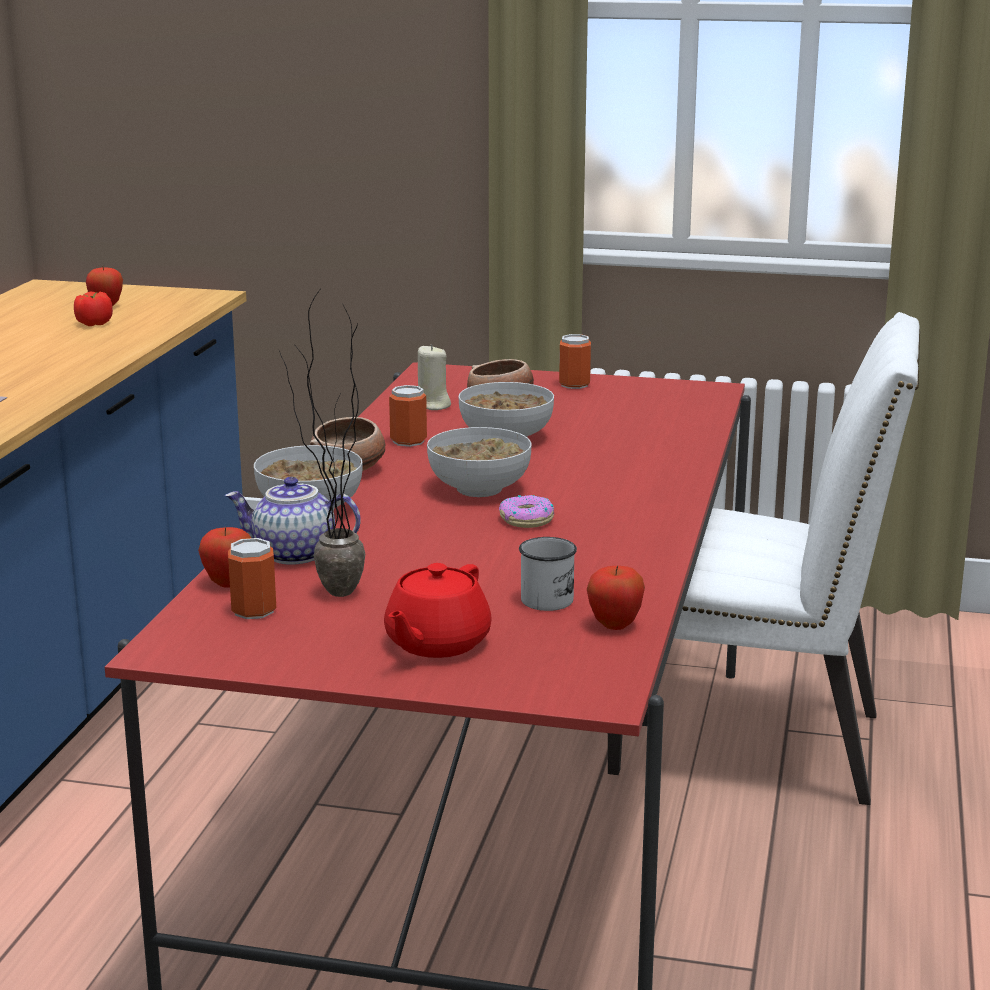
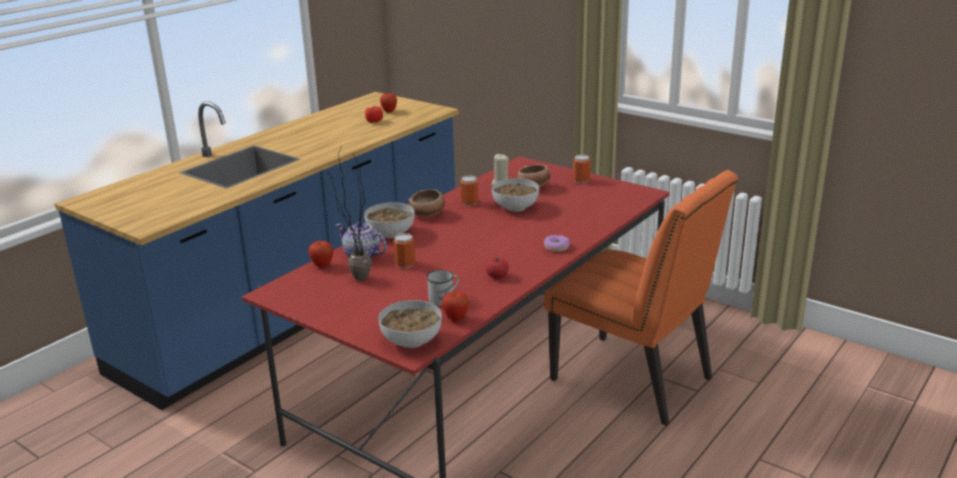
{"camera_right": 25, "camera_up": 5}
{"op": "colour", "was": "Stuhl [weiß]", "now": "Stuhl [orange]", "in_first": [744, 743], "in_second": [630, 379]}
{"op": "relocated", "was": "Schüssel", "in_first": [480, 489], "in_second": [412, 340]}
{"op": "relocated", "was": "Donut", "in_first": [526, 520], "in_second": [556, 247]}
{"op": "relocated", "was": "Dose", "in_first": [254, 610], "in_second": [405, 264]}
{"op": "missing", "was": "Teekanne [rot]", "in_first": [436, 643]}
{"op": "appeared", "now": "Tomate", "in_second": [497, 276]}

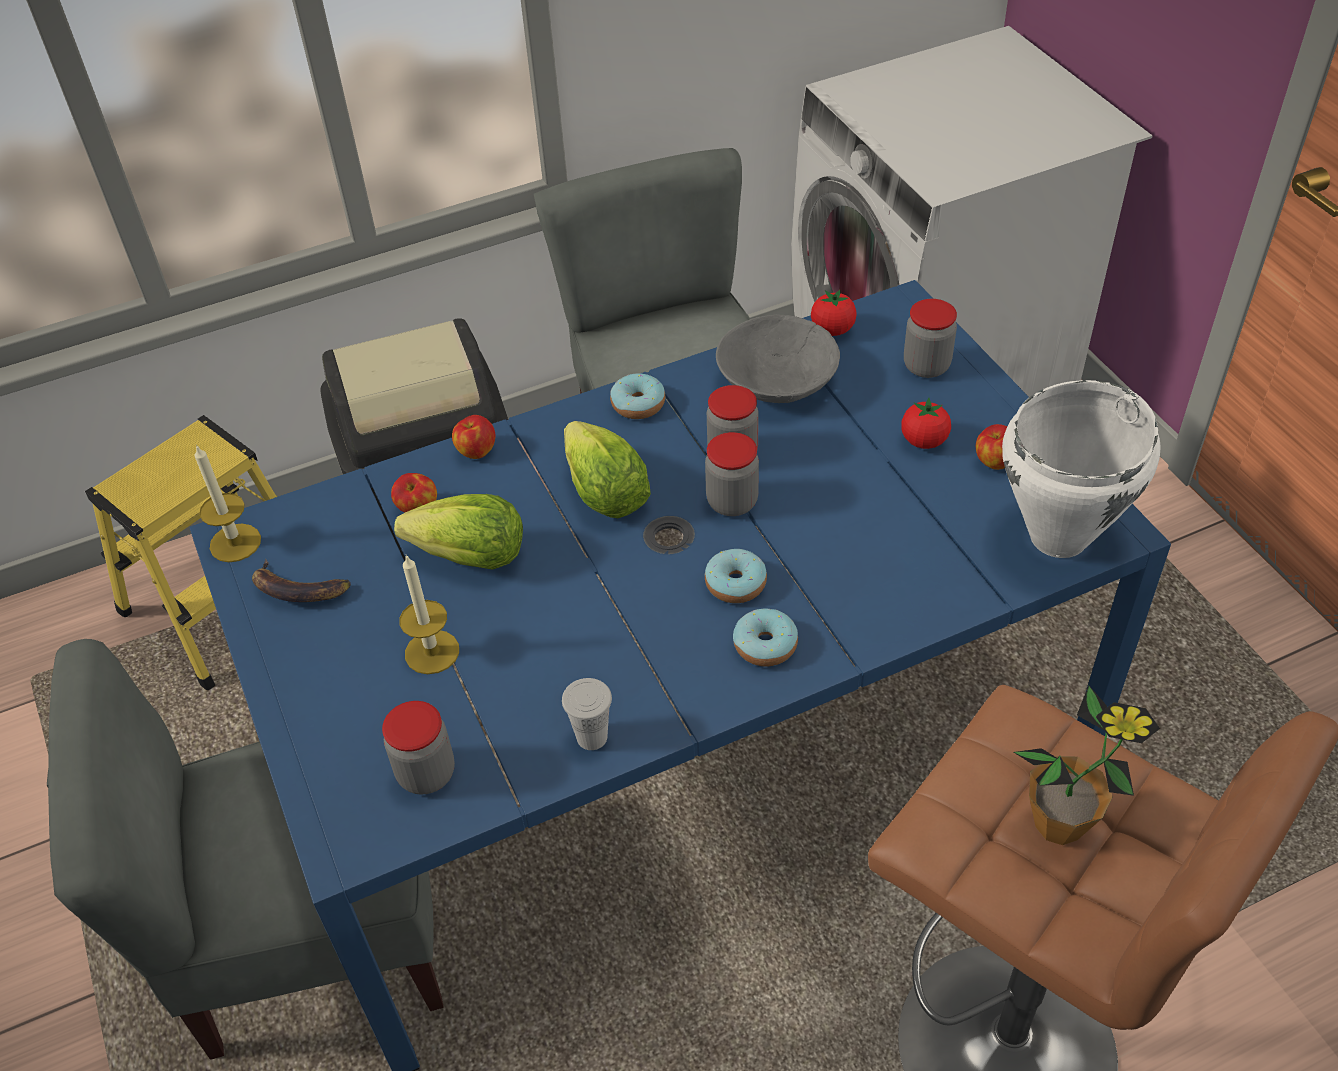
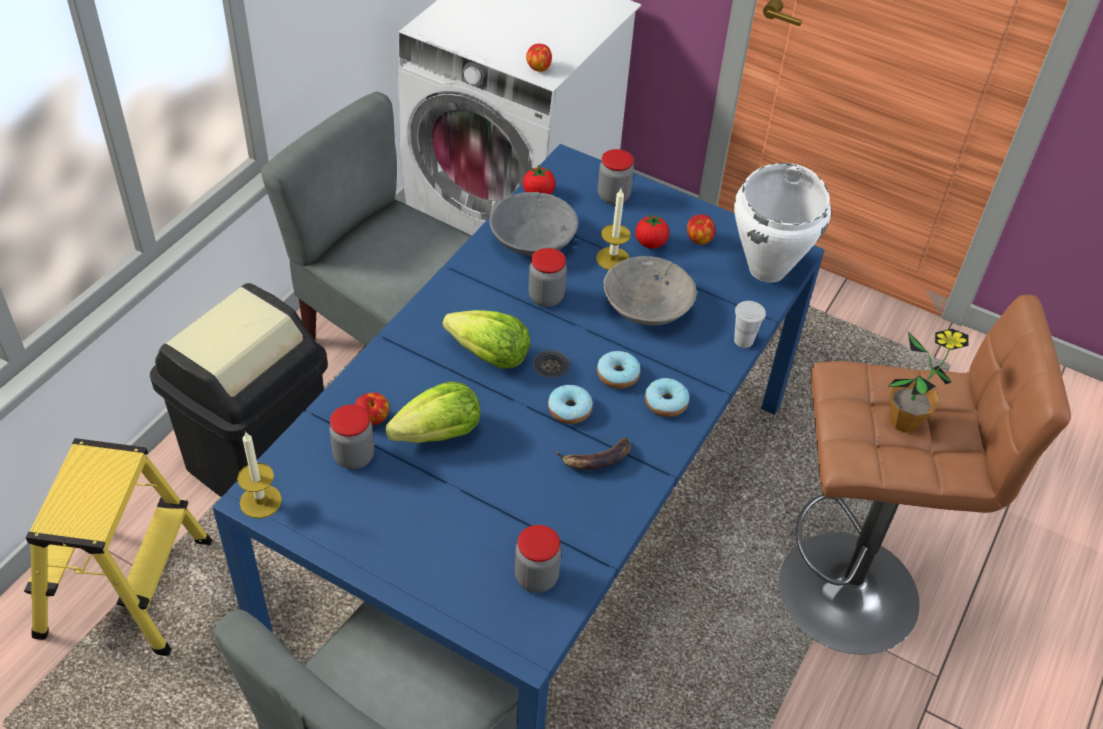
{"camera_right": -40, "camera_up": 0}
{"op": "relocated", "was": "Donut", "in_first": [638, 404], "in_second": [569, 410]}
{"op": "relocated", "was": "Apfel", "in_first": [476, 451], "in_second": [538, 68]}
{"op": "relocated", "was": "Vorratsglas", "in_first": [732, 502], "in_second": [354, 456]}
{"op": "relocated", "was": "Kerze", "in_first": [432, 652], "in_second": [613, 259]}
{"op": "relocated", "was": "Banane", "in_first": [298, 589], "in_second": [595, 459]}
{"op": "relocated", "was": "Tasse [weiß]", "in_first": [592, 737], "in_second": [743, 341]}
{"op": "appeared", "now": "Schüssel [grau]", "in_second": [648, 307]}

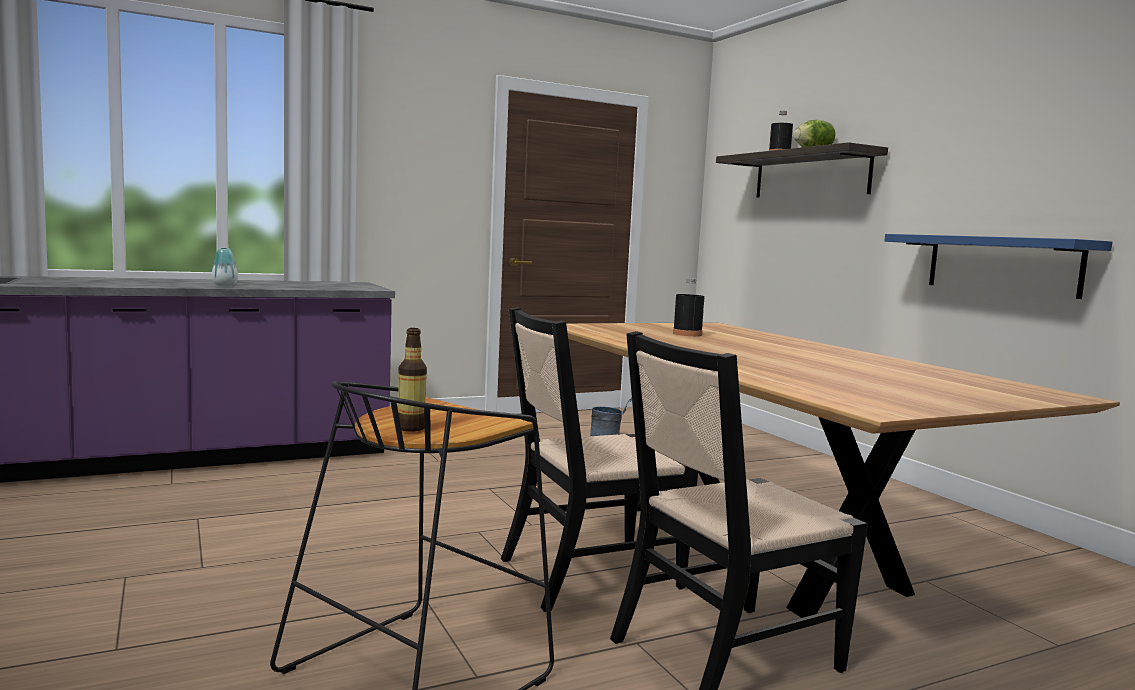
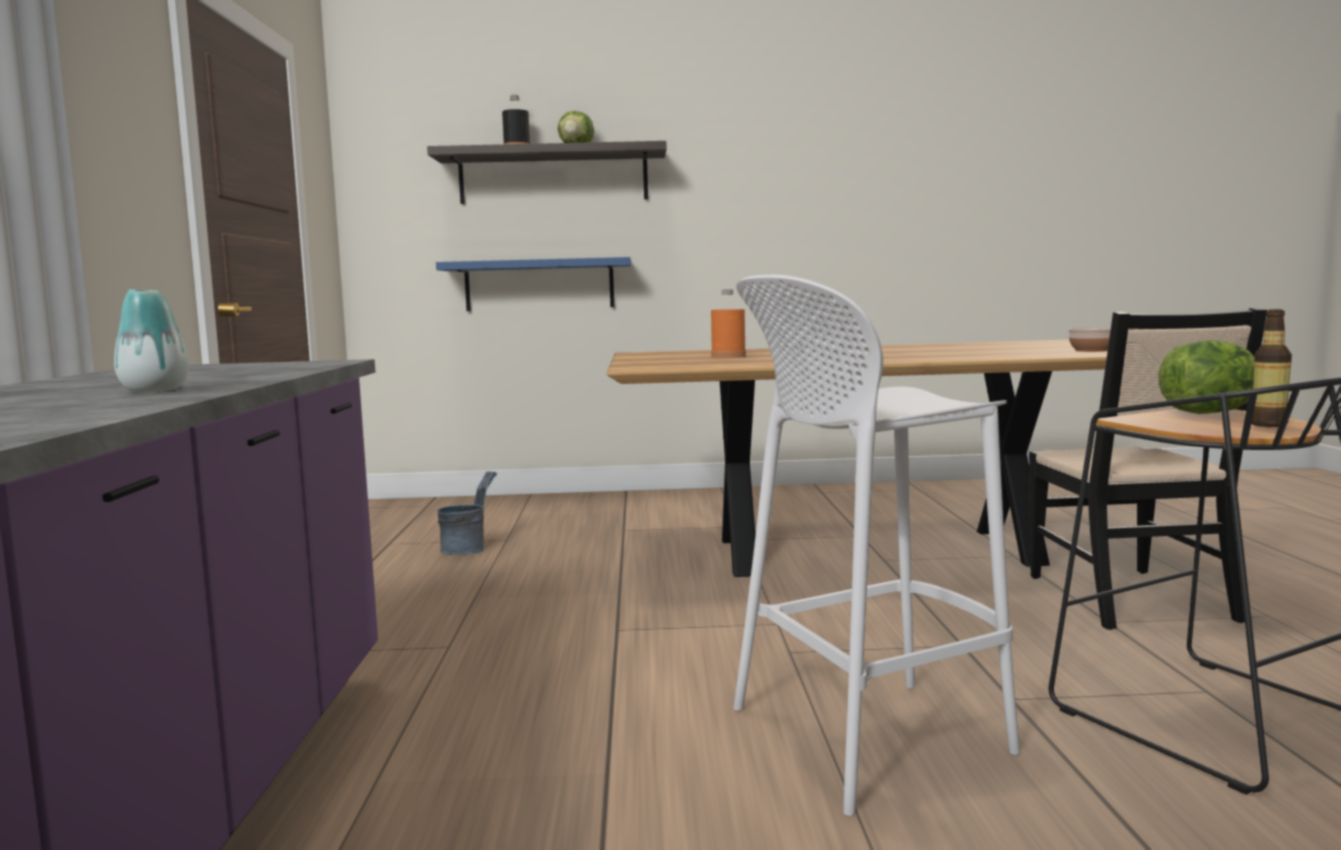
{"camera_right": -65, "camera_up": 0}
{"op": "relocated", "was": "Wandregal [blau]", "in_first": [1002, 265], "in_second": [539, 285]}
{"op": "colour", "was": "Flasche [schwarz]", "now": "Flasche [orange]", "in_first": [687, 334], "in_second": [728, 356]}
{"op": "missing", "was": "Stuhl", "in_first": [590, 574]}
{"op": "appeared", "now": "Hocker [weiß]", "in_second": [868, 737]}
{"op": "appeared", "now": "Schüssel", "in_second": [1092, 350]}
{"op": "appeared", "now": "Salatkopf", "in_second": [1210, 413]}

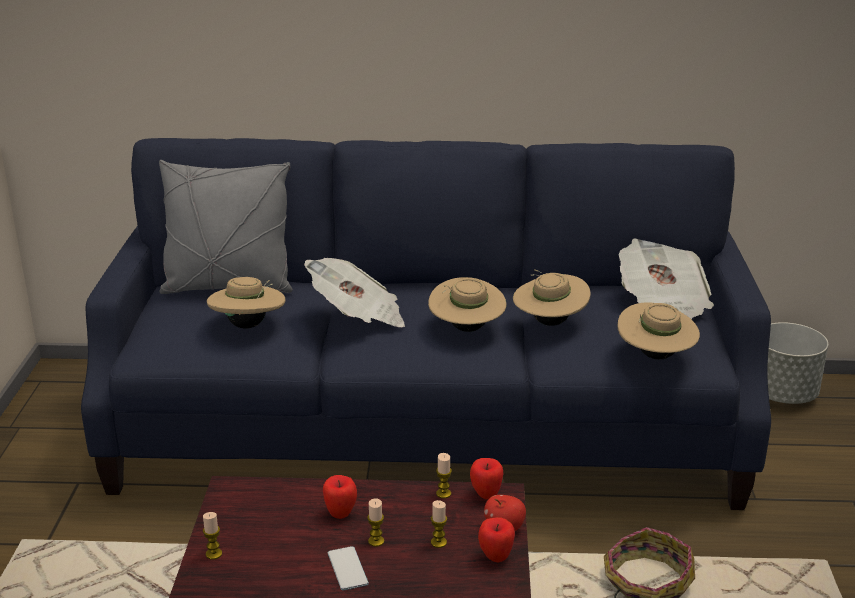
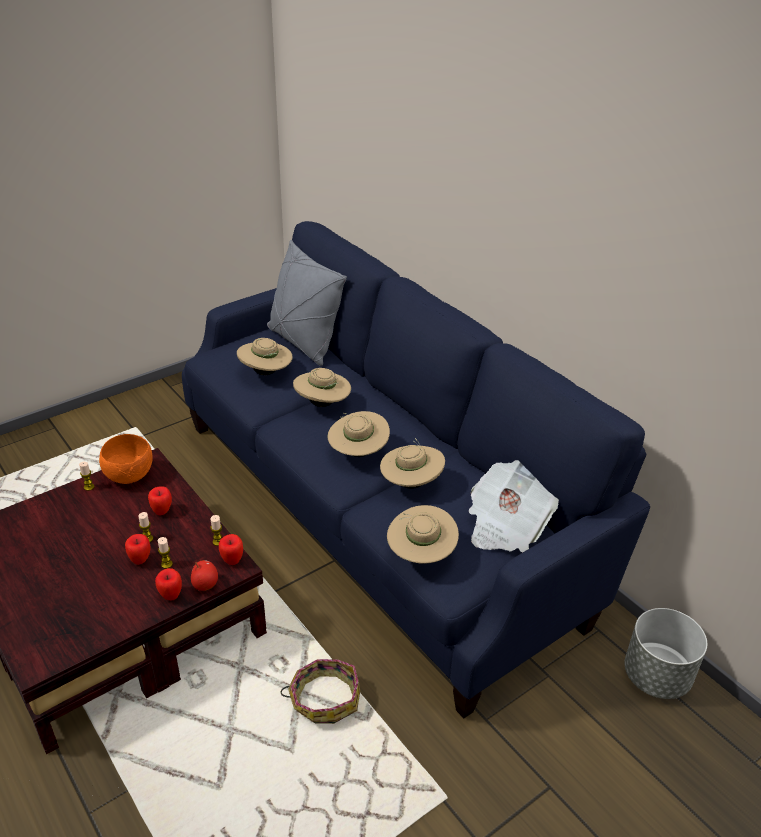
{"camera_right": 50, "camera_up": 10}
{"op": "exchanged", "was": "Zeitung", "now": "Hut [beige]", "in_first": [358, 317], "in_second": [322, 404]}
{"op": "missing", "was": "Handy", "in_first": [347, 568]}
{"op": "appeared", "now": "Schüssel [orange]", "in_second": [130, 475]}
{"op": "appeared", "now": "Apfel", "in_second": [140, 560]}

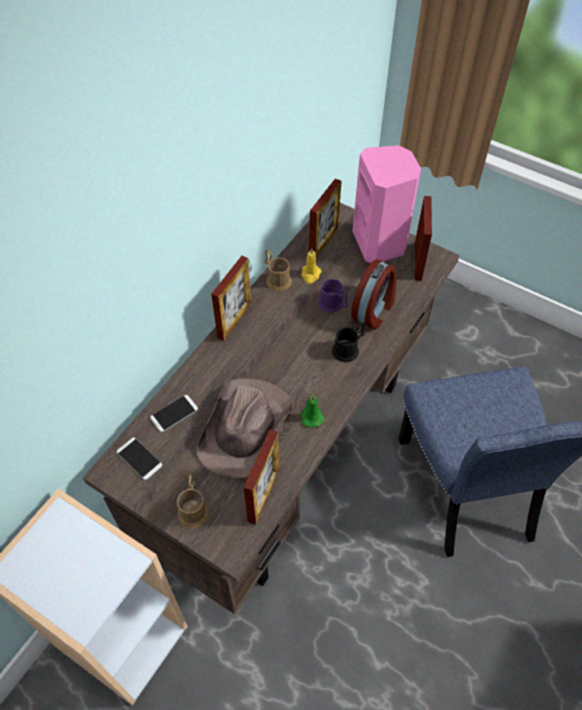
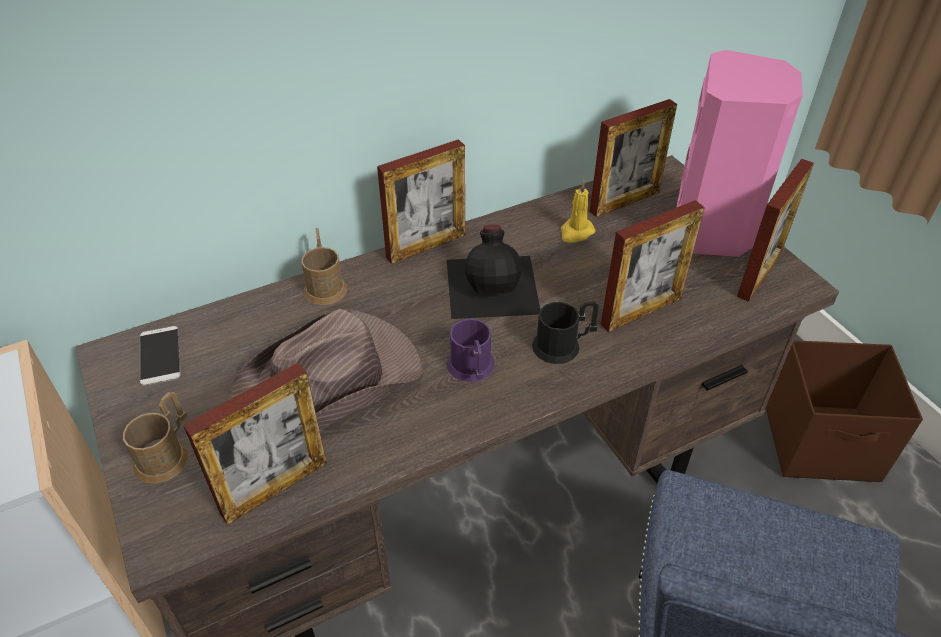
{"camera_right": 30, "camera_up": -10}
{"op": "relocated", "was": "Henkelbecher [braun]", "in_first": [276, 278], "in_second": [325, 284]}
{"op": "exchanged", "was": "Wecker", "now": "Bilderrahmen", "in_first": [374, 310], "in_second": [641, 311]}
{"op": "relocated", "was": "Henkelbecher [lila]", "in_first": [333, 304], "in_second": [472, 369]}
{"op": "missing", "was": "Kerze [grün]", "in_first": [311, 416]}
{"op": "missing", "was": "Handy", "in_first": [174, 413]}
{"op": "appeared", "now": "Flasche [schwarz]", "in_second": [493, 284]}
{"op": "appeared", "now": "Aufbewahrungsbox [braun]", "in_second": [822, 443]}

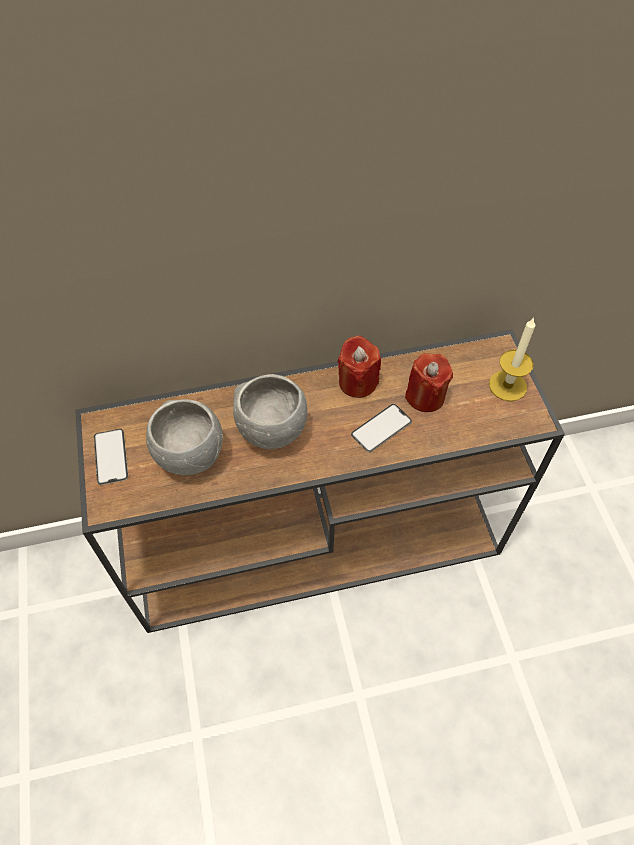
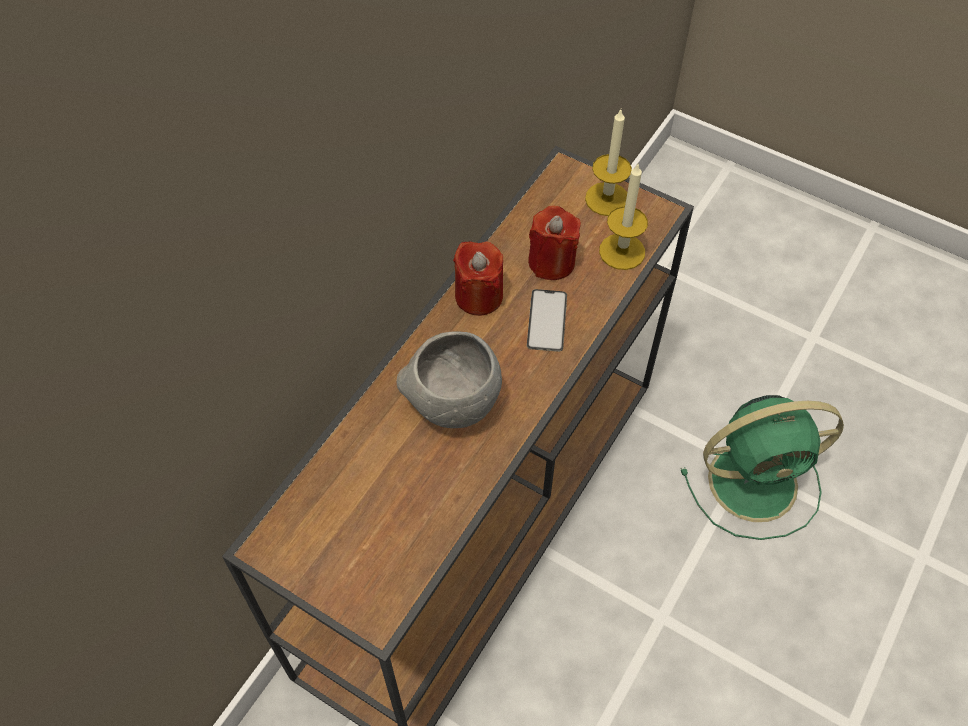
{"camera_right": -45, "camera_up": 0}
{"op": "missing", "was": "Schüssel [grau]", "in_first": [190, 456]}
{"op": "missing", "was": "Handy", "in_first": [111, 456]}
{"op": "appeared", "now": "Kerze", "in_second": [622, 251]}
{"op": "appeared", "now": "Ventilator [grün]", "in_second": [756, 481]}

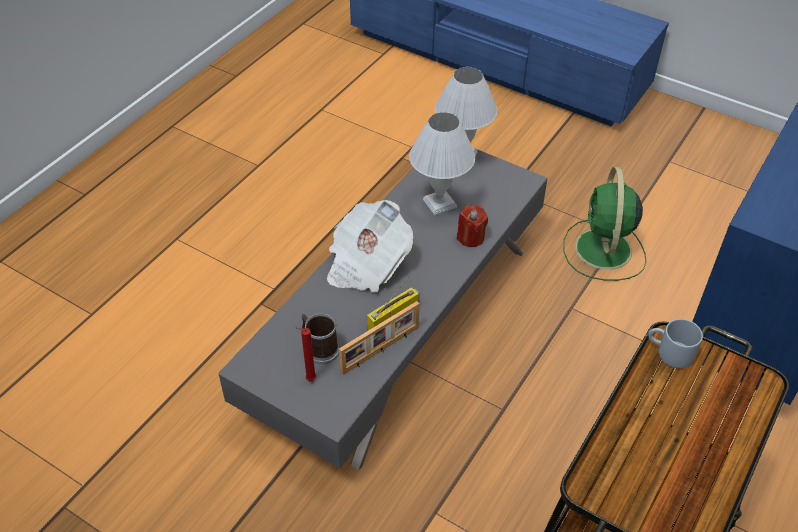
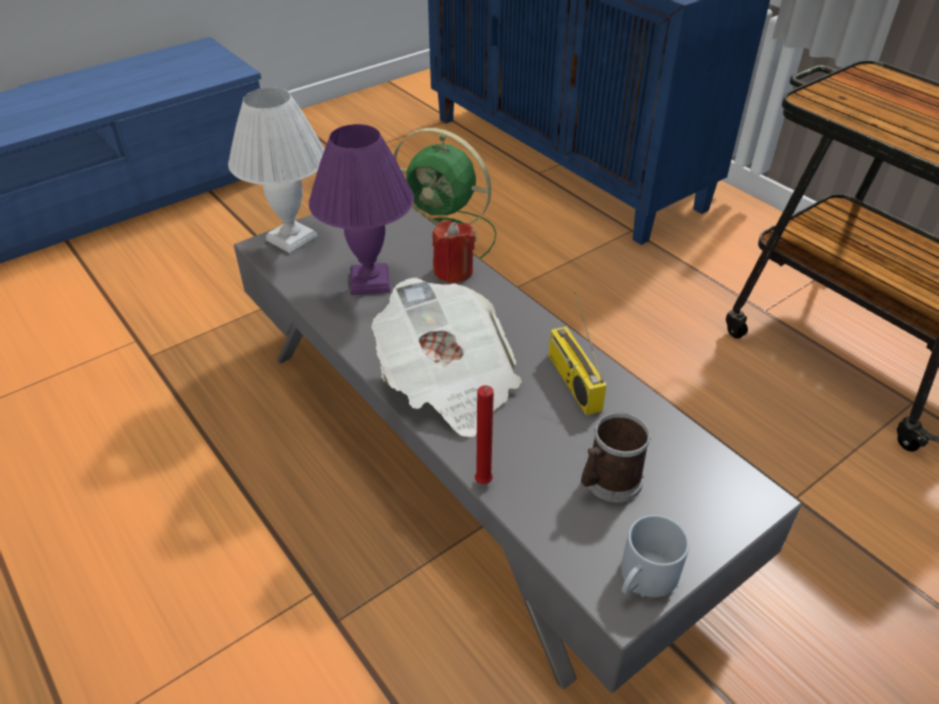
{"camera_right": -70, "camera_up": -5}
{"op": "colour", "was": "Tischlampe [weiß]", "now": "Tischlampe [lila]", "in_first": [439, 203], "in_second": [368, 282]}
{"op": "missing", "was": "Bilderrahmen", "in_first": [381, 350]}
{"op": "relocated", "was": "Henkelbecher [grau]", "in_first": [669, 352], "in_second": [644, 579]}
{"op": "relocated", "was": "Kerze [rot]", "in_first": [309, 379], "in_second": [483, 484]}

